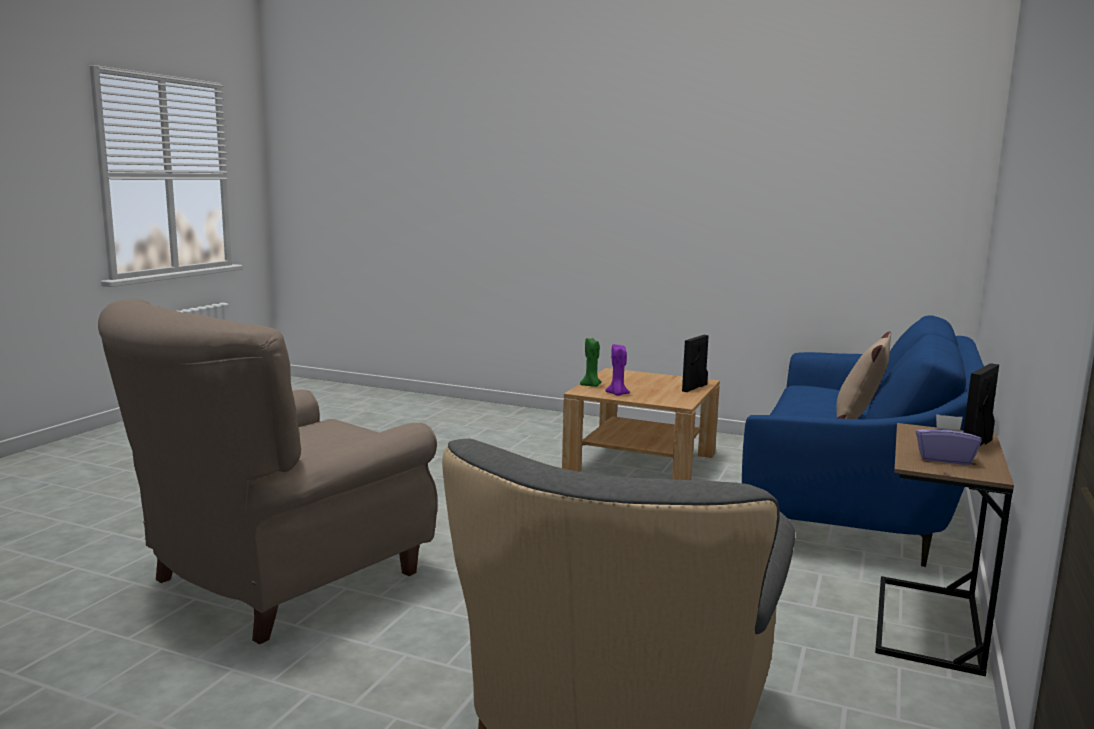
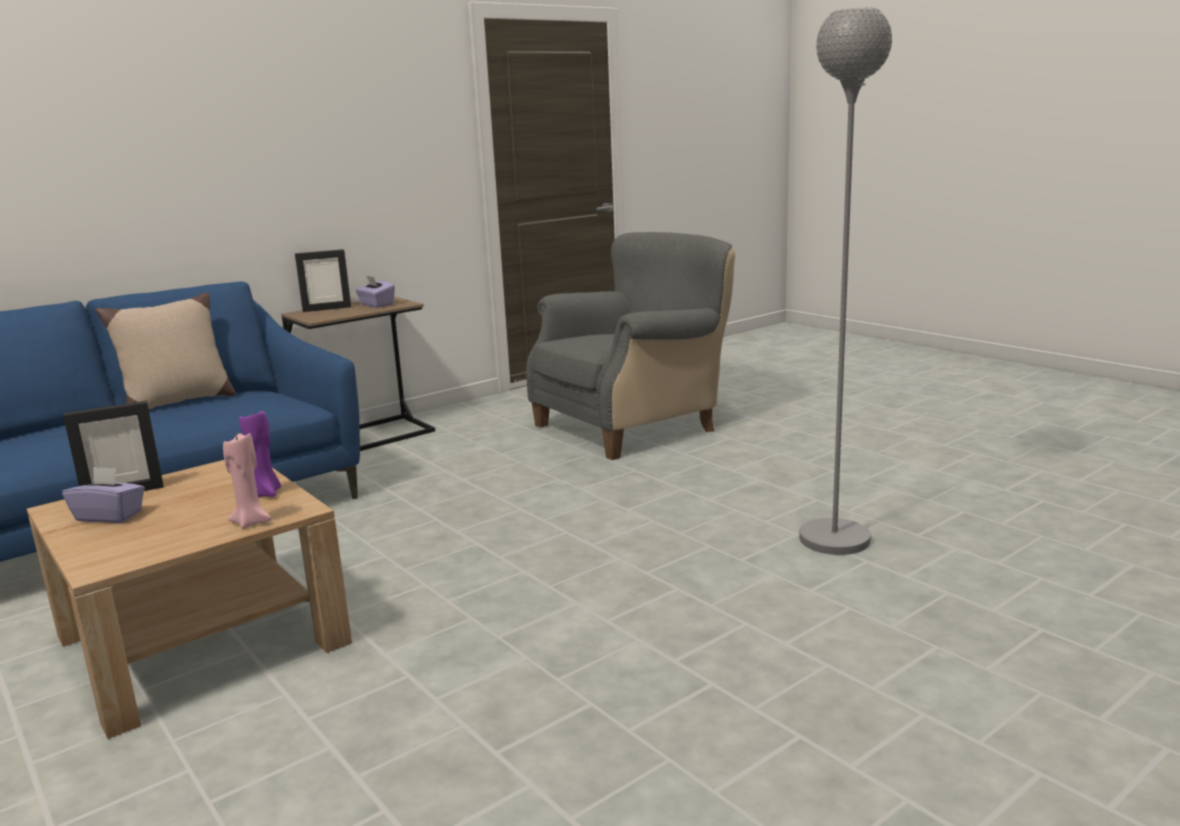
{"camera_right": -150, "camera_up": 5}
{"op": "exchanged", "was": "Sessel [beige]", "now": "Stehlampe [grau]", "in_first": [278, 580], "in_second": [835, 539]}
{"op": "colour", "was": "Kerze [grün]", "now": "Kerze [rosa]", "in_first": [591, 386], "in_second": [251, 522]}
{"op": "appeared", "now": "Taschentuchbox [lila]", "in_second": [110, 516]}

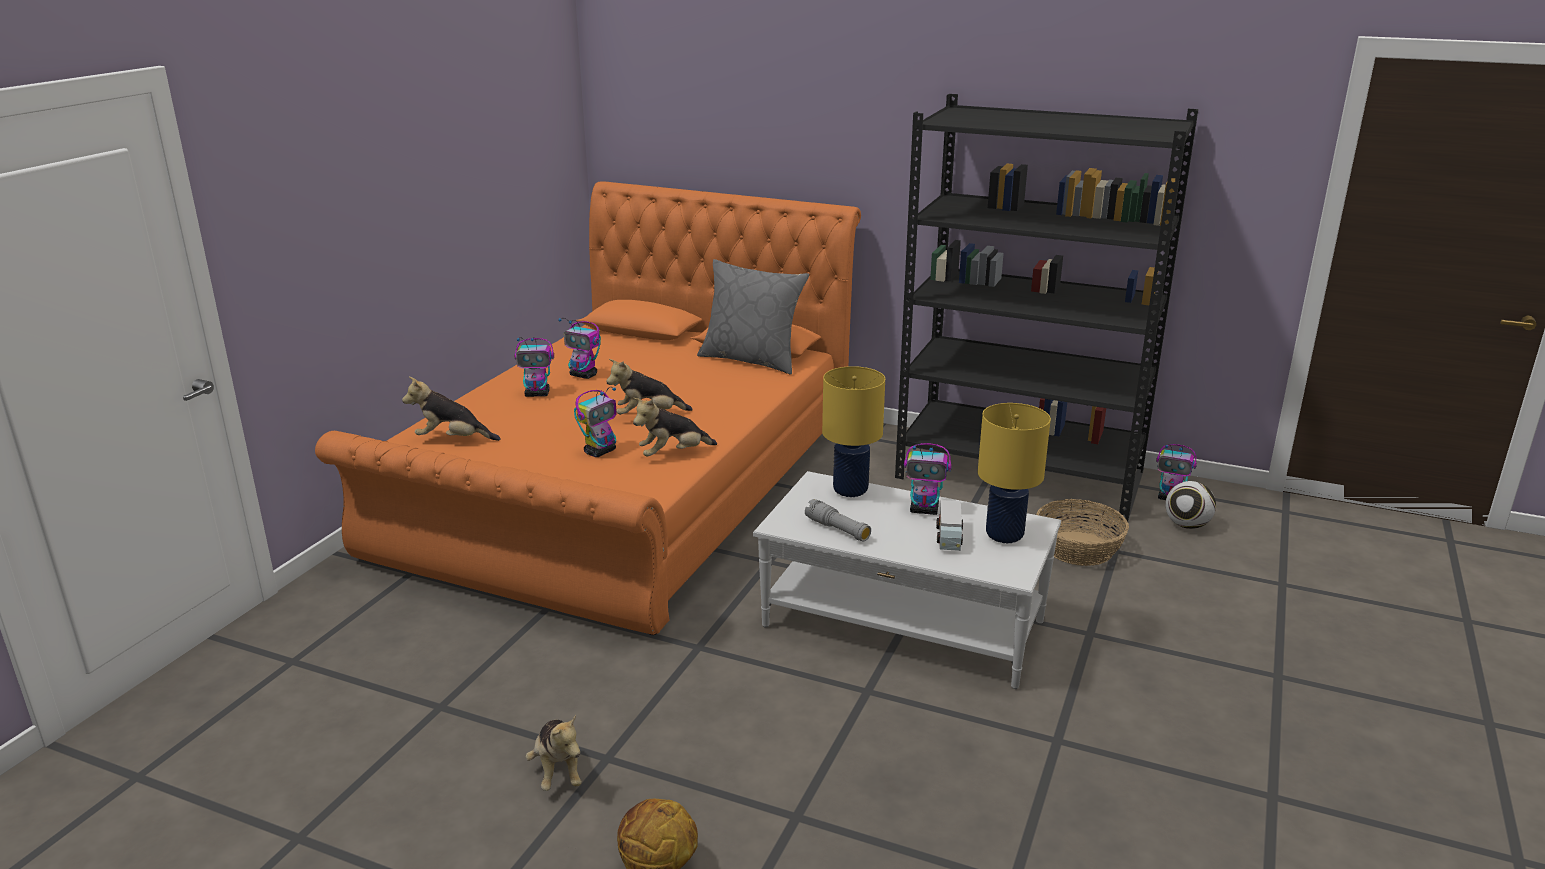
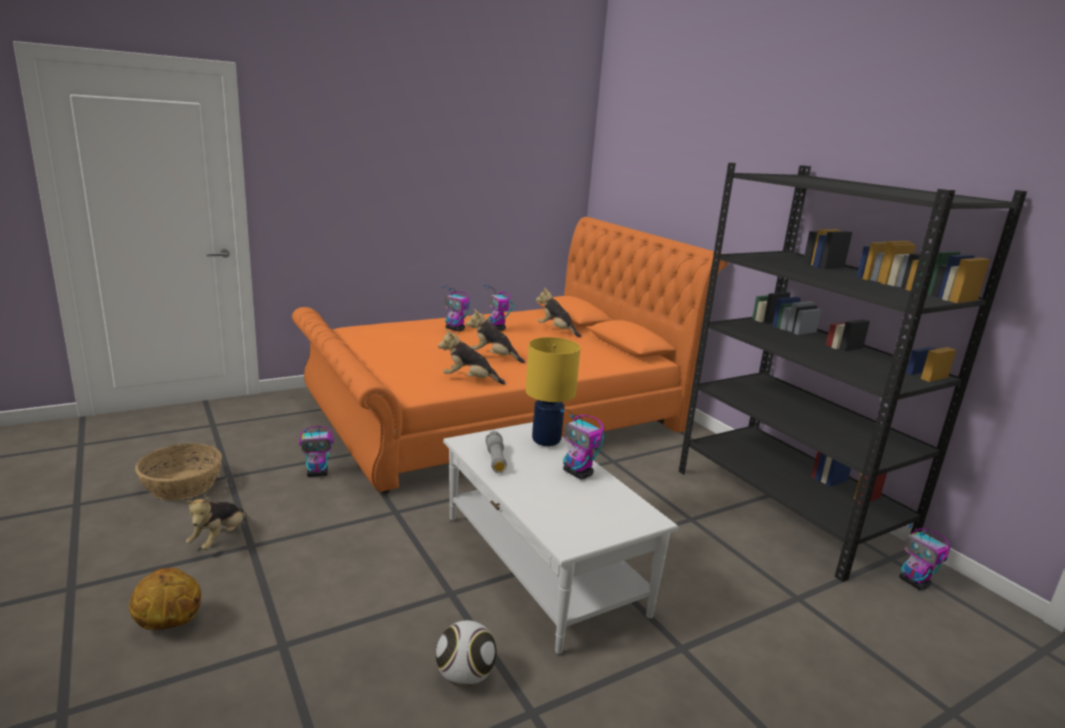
{"camera_right": 35, "camera_up": -5}
{"op": "missing", "was": "Kissen [grau]", "in_first": [752, 359]}
{"op": "relocated", "was": "Plüschtier", "in_first": [452, 440], "in_second": [556, 330]}
{"op": "relocated", "was": "Spielzeugroboter", "in_first": [600, 451], "in_second": [318, 473]}
{"op": "missing", "was": "Tischlampe [gelb]", "in_first": [1004, 538]}
{"op": "relocated", "was": "Fußball", "in_first": [1187, 525], "in_second": [465, 676]}
{"op": "relocated", "was": "Korb", "in_first": [1077, 548], "in_second": [182, 485]}
{"op": "missing", "was": "Spielzeuglaster", "in_first": [949, 538]}

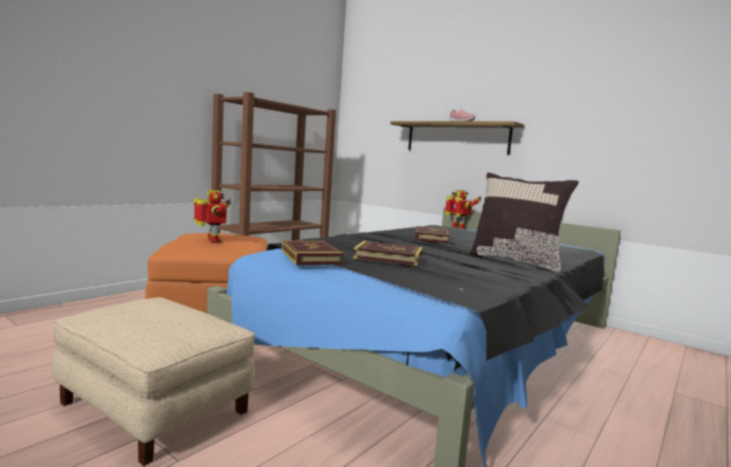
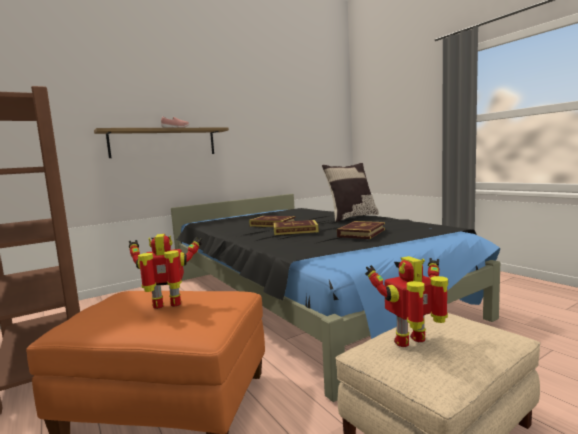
{"camera_right": -70, "camera_up": 0}
{"op": "relocated", "was": "Spielzeugroboter", "in_first": [457, 228], "in_second": [412, 342]}
{"op": "relocated", "was": "Buch", "in_first": [311, 257], "in_second": [295, 230]}

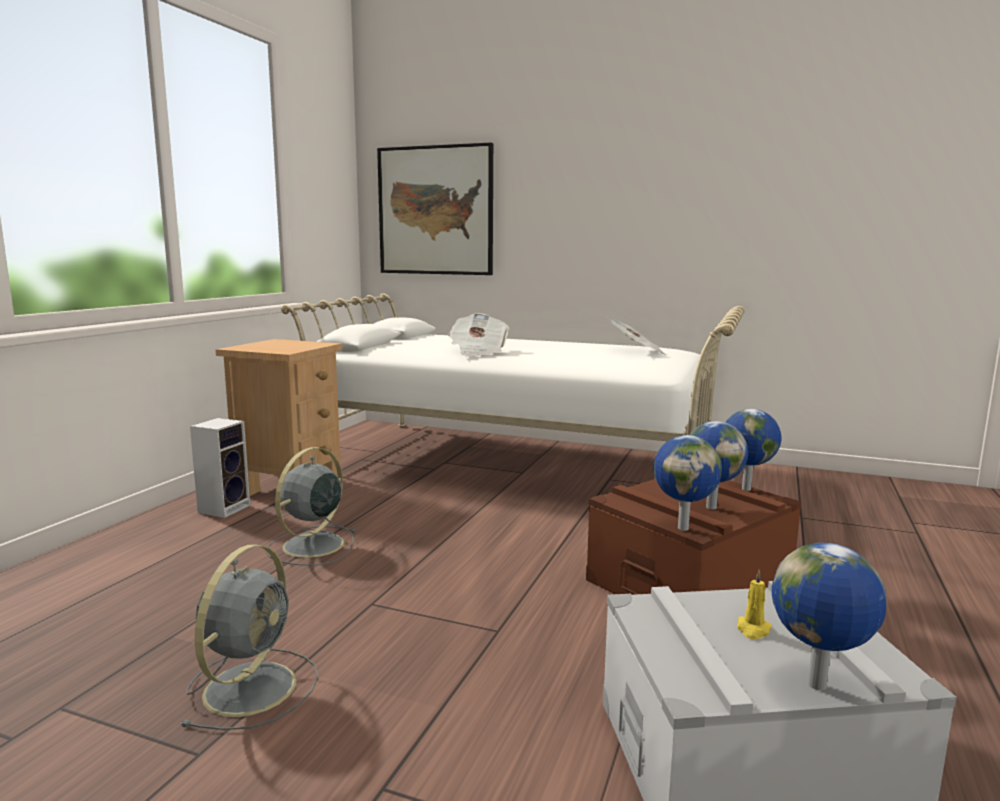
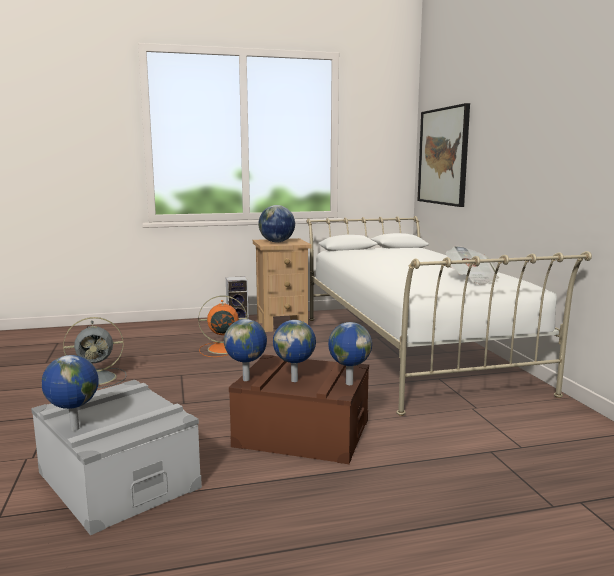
{"camera_right": 55, "camera_up": 0}
{"op": "missing", "was": "Zeitung", "in_first": [478, 352]}
{"op": "colour", "was": "Ventilator [grau]", "now": "Ventilator [orange]", "in_first": [311, 546], "in_second": [222, 349]}
{"op": "missing", "was": "Kerze [gelb]", "in_first": [753, 629]}
{"op": "appeared", "now": "Globus", "in_second": [276, 242]}

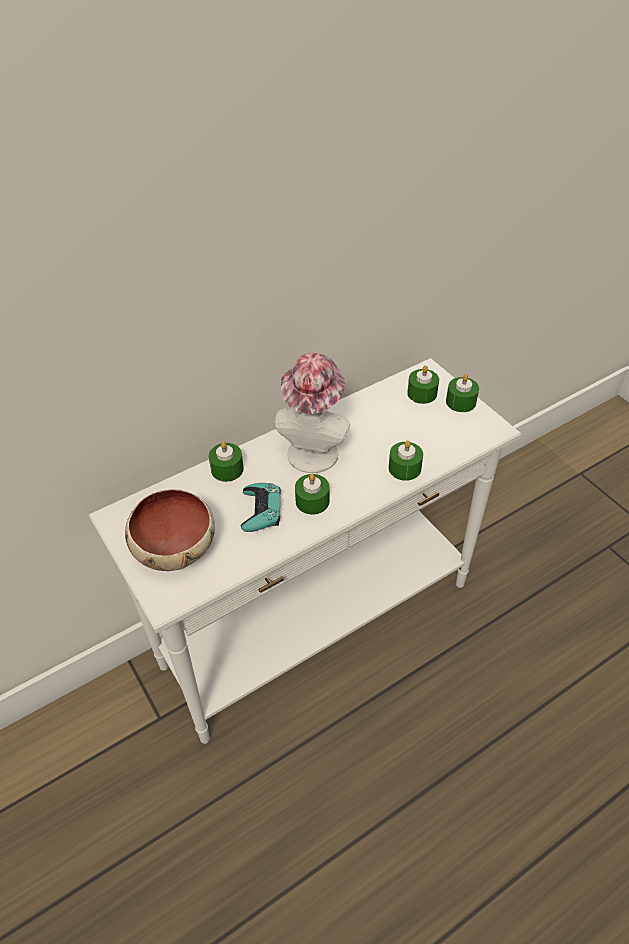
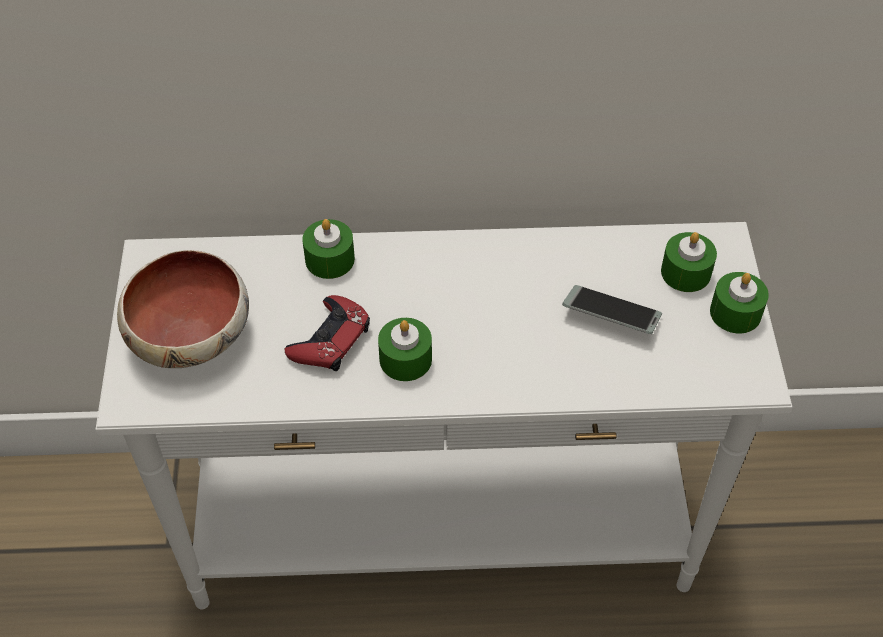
{"camera_right": 30, "camera_up": 5}
{"op": "missing", "was": "Hut", "in_first": [314, 448]}
{"op": "missing", "was": "Kerze [grün]", "in_first": [404, 468]}
{"op": "colour", "was": "Gamepad [türkis]", "now": "Gamepad [rot]", "in_first": [261, 511], "in_second": [330, 340]}
{"op": "appeared", "now": "Handy", "in_second": [611, 316]}

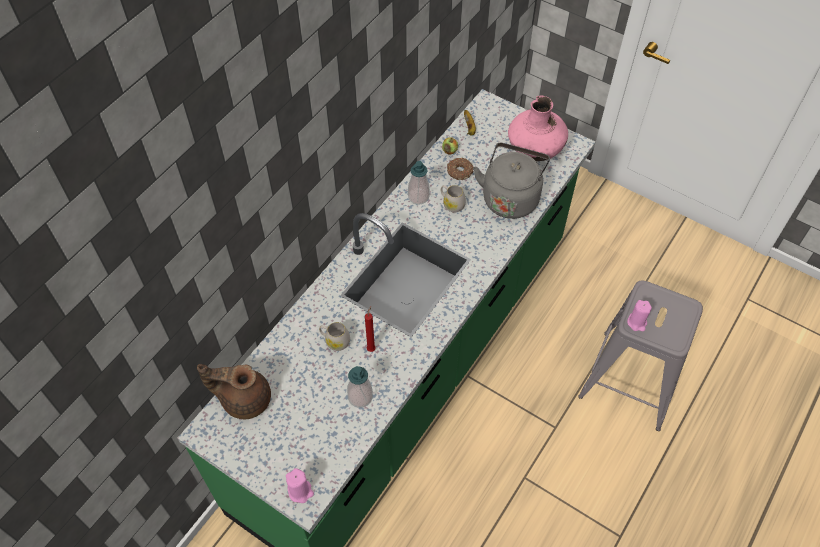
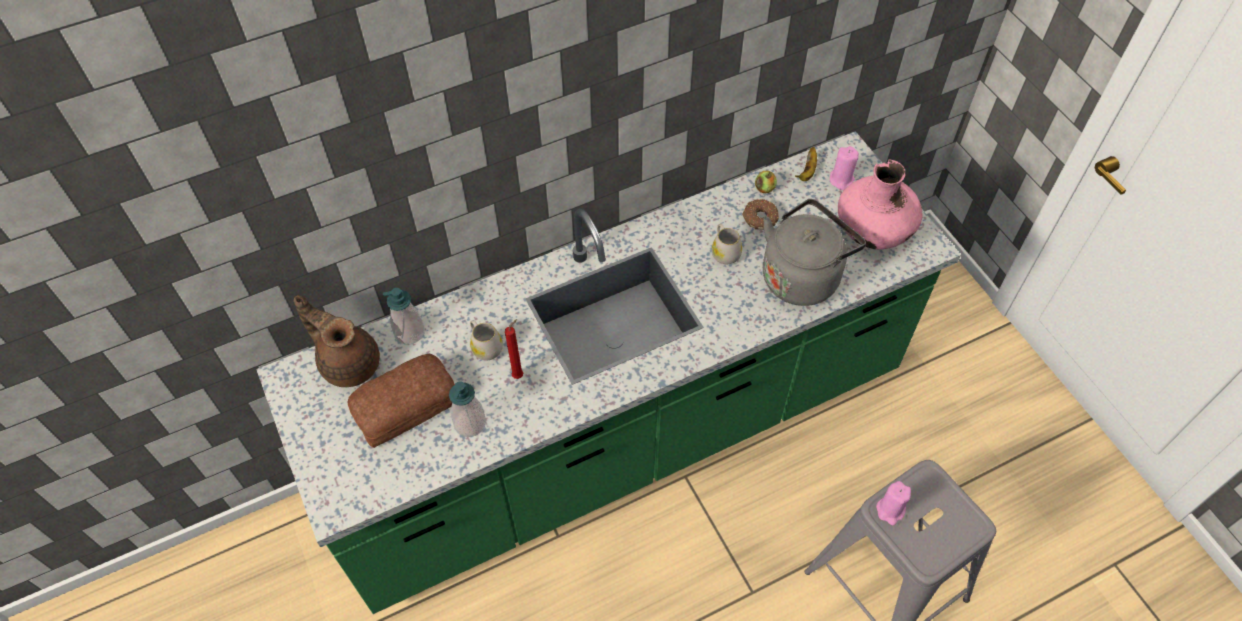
{"camera_right": 30, "camera_up": 0}
{"op": "relocated", "was": "Seifenspender", "in_first": [418, 196], "in_second": [409, 332]}
{"op": "relocated", "was": "Kerze [rosa]", "in_first": [300, 491], "in_second": [842, 180]}
{"op": "appeared", "now": "Brot", "in_second": [403, 404]}

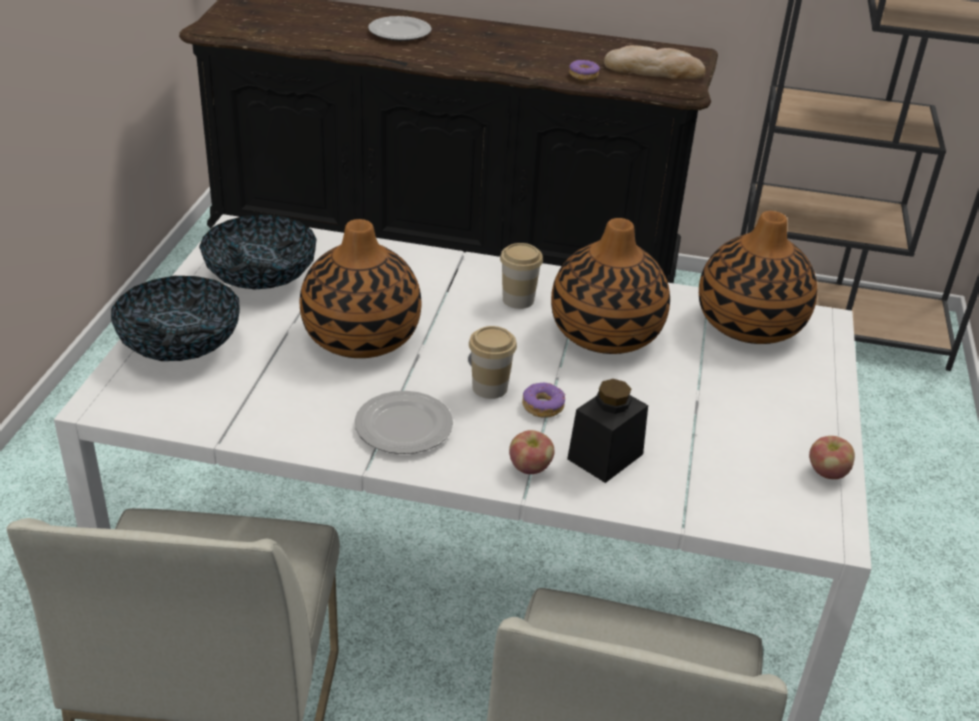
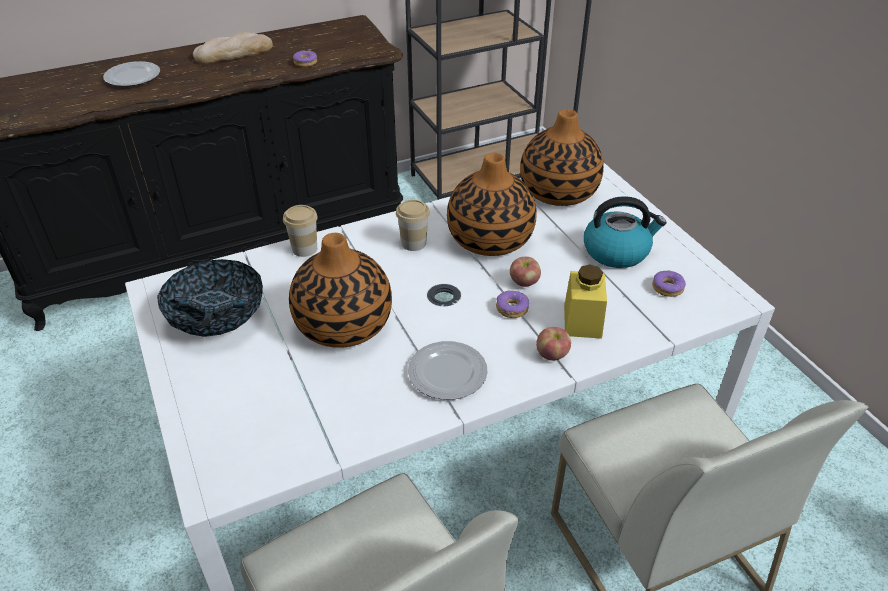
{"camera_right": -35, "camera_up": 5}
{"op": "relocated", "was": "Brot", "in_first": [654, 70], "in_second": [234, 53]}
{"op": "missing", "was": "Schüssel", "in_first": [180, 345]}
{"op": "relocated", "was": "Tasse", "in_first": [490, 388], "in_second": [304, 249]}
{"op": "colour", "was": "Vorratsglas [schwarz]", "now": "Vorratsglas [gelb]", "in_first": [605, 456], "in_second": [582, 321]}
{"op": "relocated", "was": "Apfel", "in_first": [827, 473], "in_second": [524, 282]}
{"op": "appeared", "now": "Wasserkessel", "in_second": [617, 251]}
{"op": "appeared", "now": "Donut", "in_second": [667, 288]}

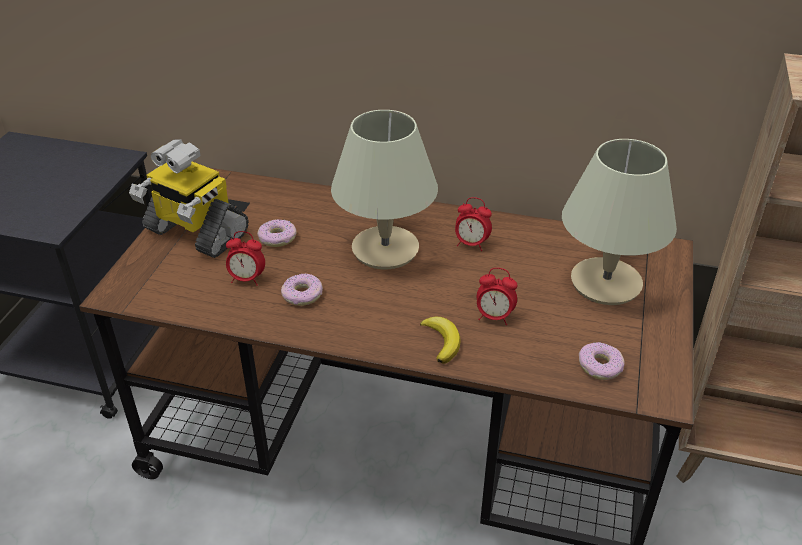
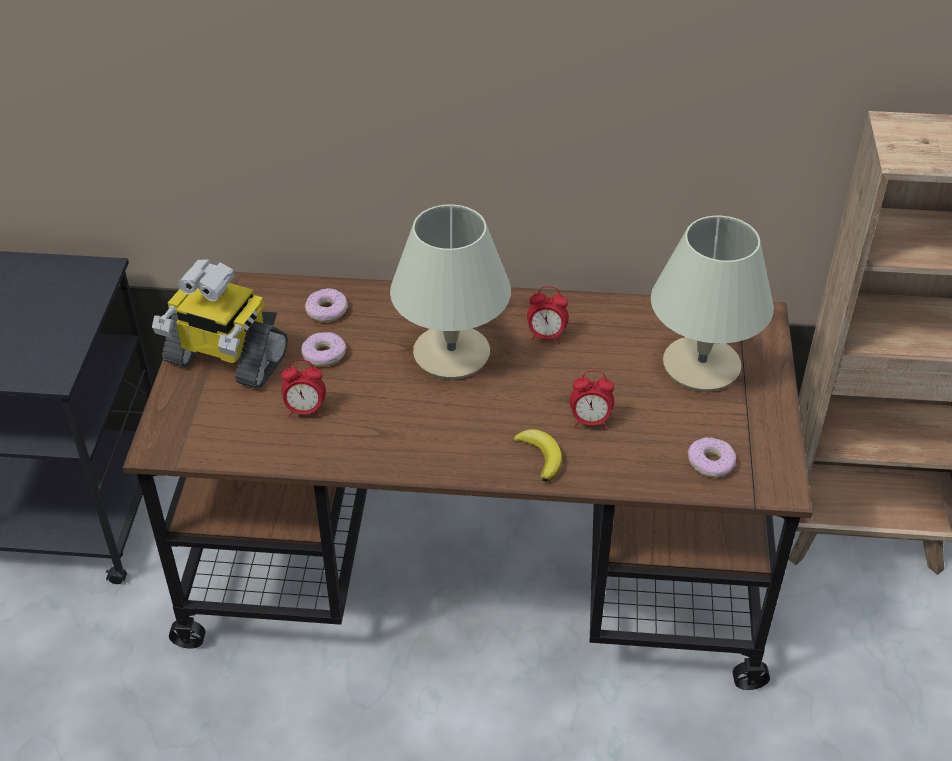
{"camera_right": -10, "camera_up": 5}
{"op": "relocated", "was": "Donut", "in_first": [302, 295], "in_second": [327, 311]}

